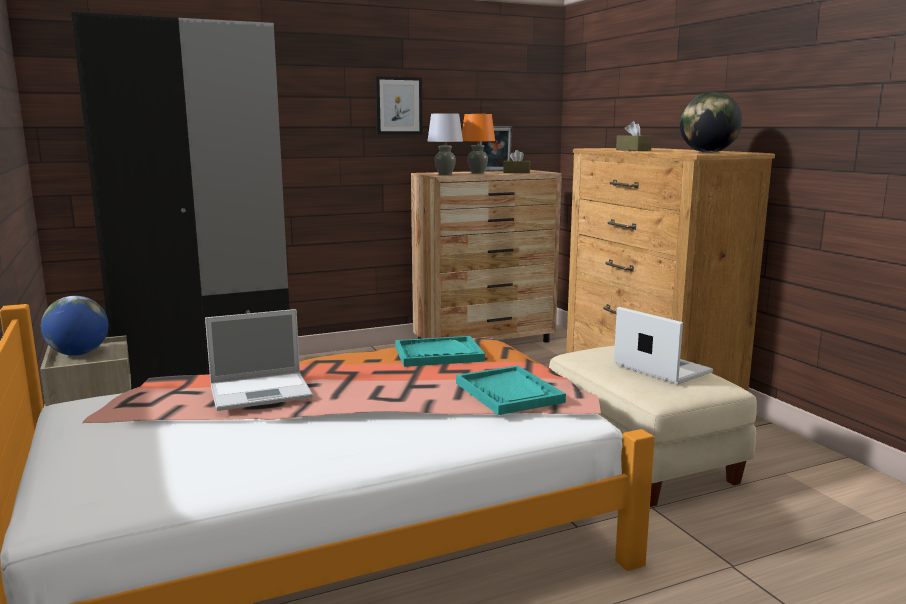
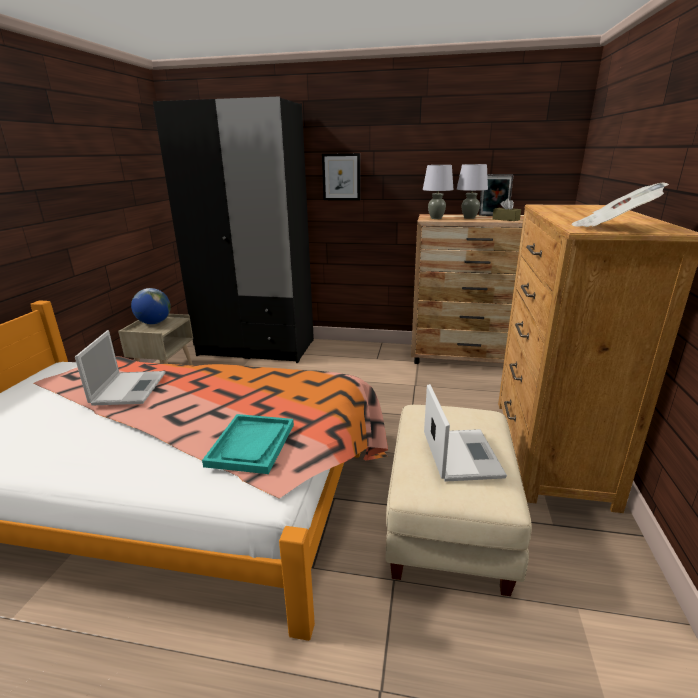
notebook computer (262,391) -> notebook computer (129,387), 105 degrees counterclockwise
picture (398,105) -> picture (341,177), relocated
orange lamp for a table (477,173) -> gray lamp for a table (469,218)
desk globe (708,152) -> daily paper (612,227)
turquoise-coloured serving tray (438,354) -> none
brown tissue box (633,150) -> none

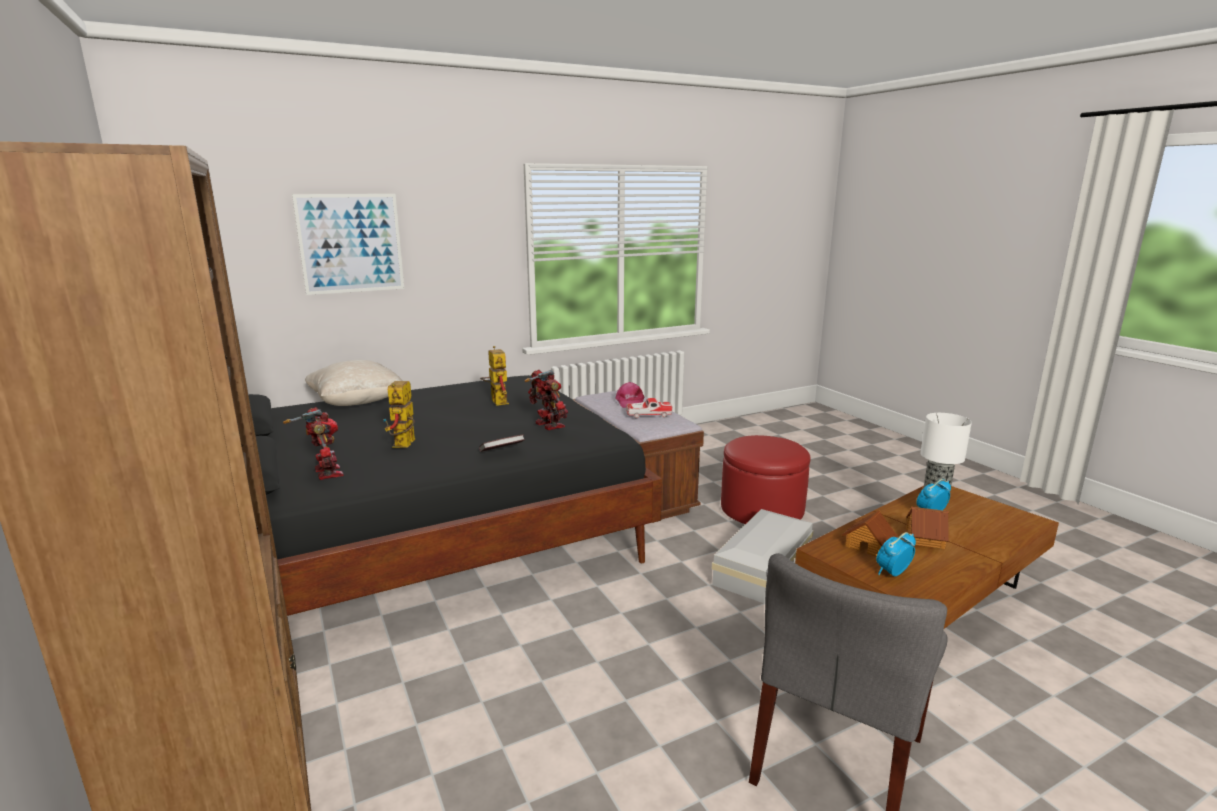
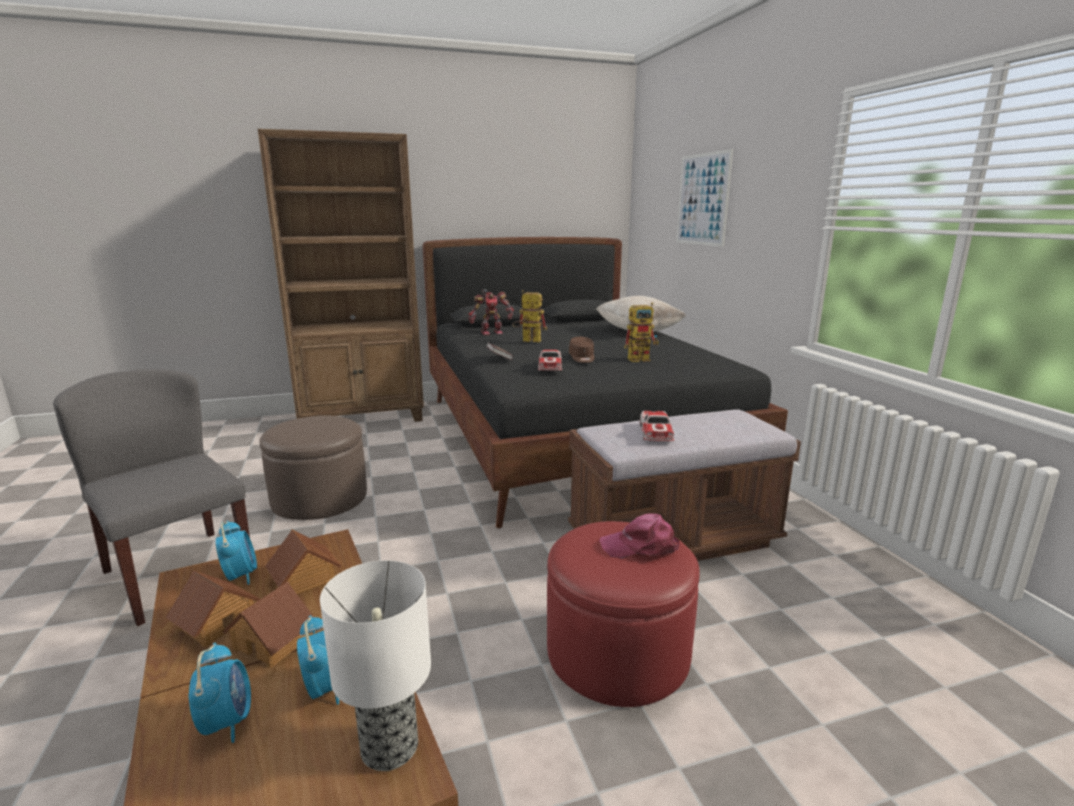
none -> toy house (217,622)
none -> table clock (227,722)
none -> brown pouffe (320,498)
toy robot (547,425) -> miniature car (550,366)
none -> brown peaked cap (582,358)
pink-coloured peaked cap (630,402) -> pink-coloured peaked cap (640,546), relocated
whitish storage box (765,567) -> none

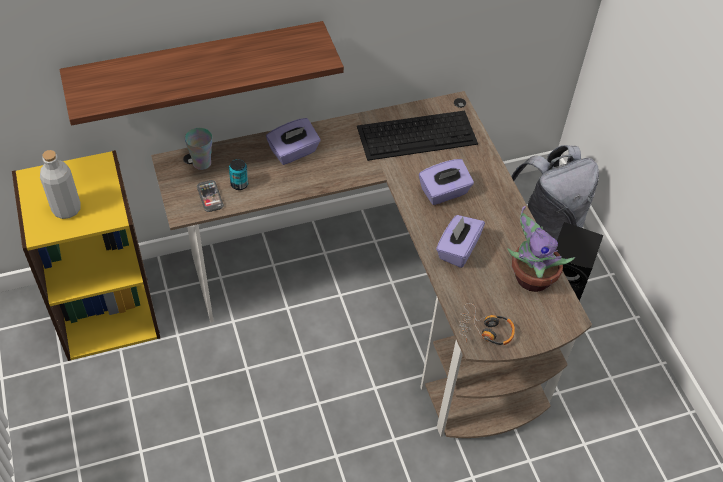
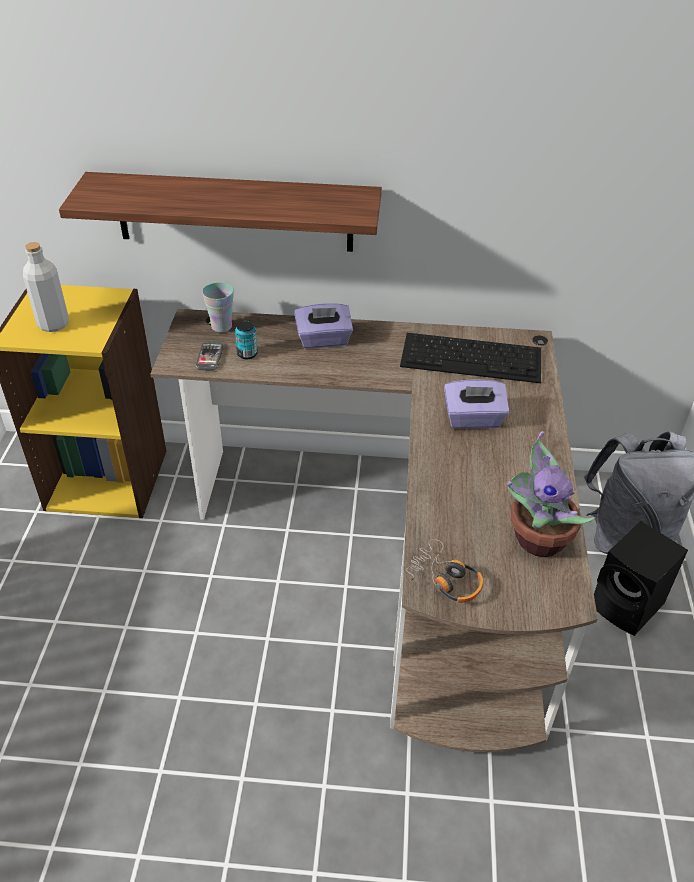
purple tissue box (457,249) -> none

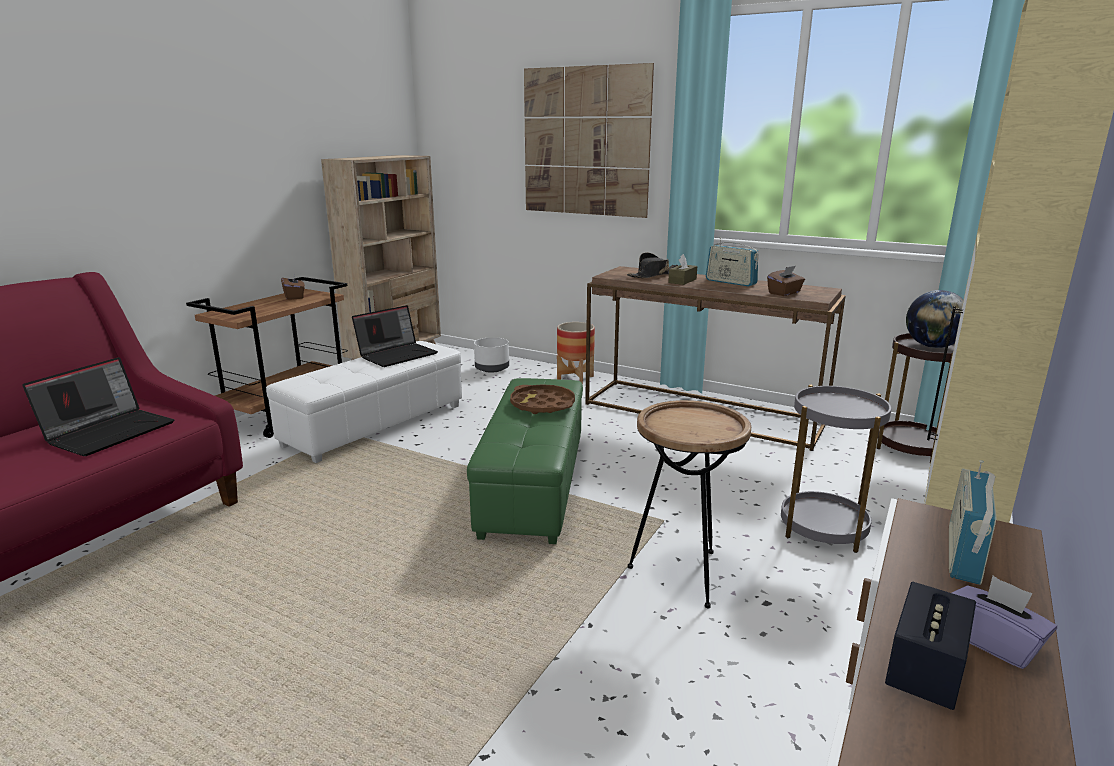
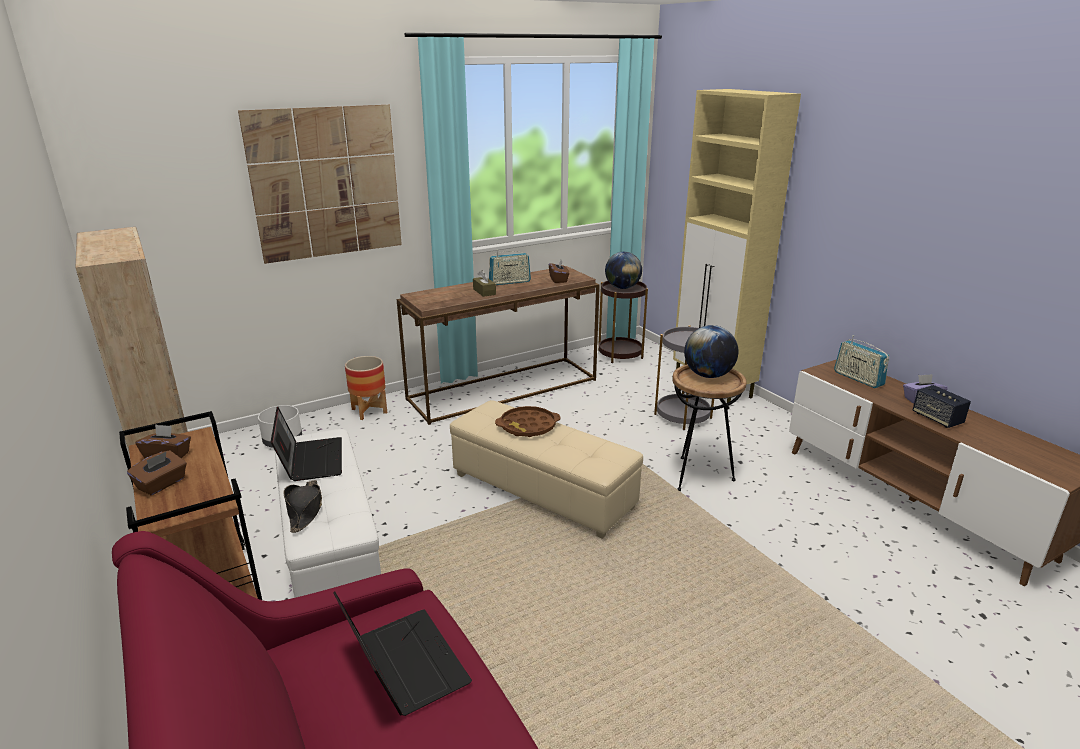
none -> brown tissue box (162,484)
black-coloured wearable hat (652,275) -> black-coloured wearable hat (305,510), relocated
greenish pouffe (534,485) -> beige pouffe (543,491)
none -> desk globe (708,375)

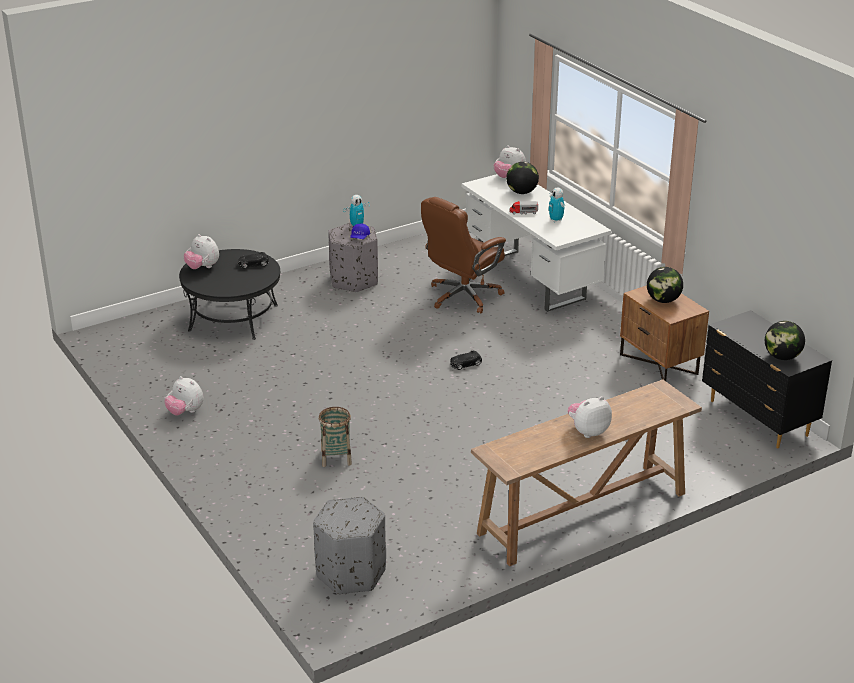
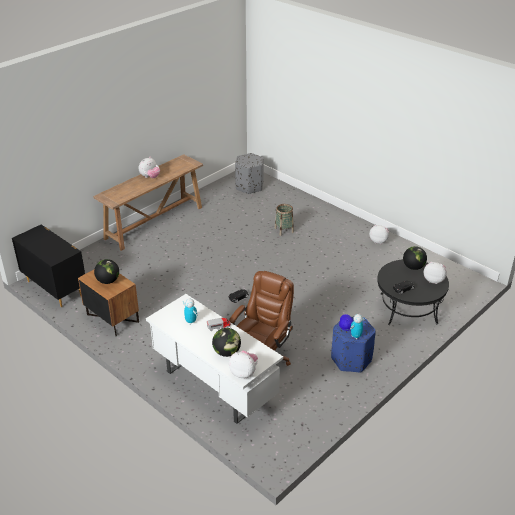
gray pouffe (354,280) -> blue-coloured pouffe (351,359)
desk globe (782,357) -> desk globe (413,267), relocated

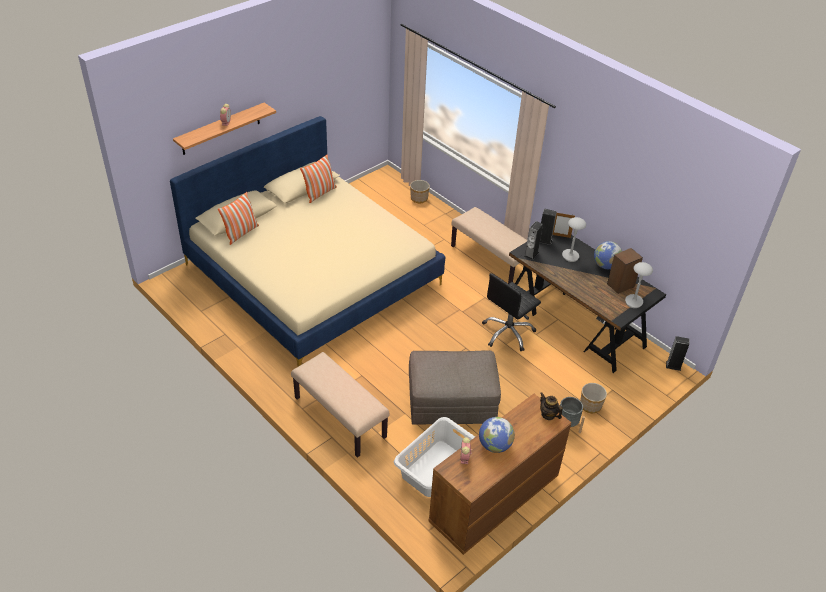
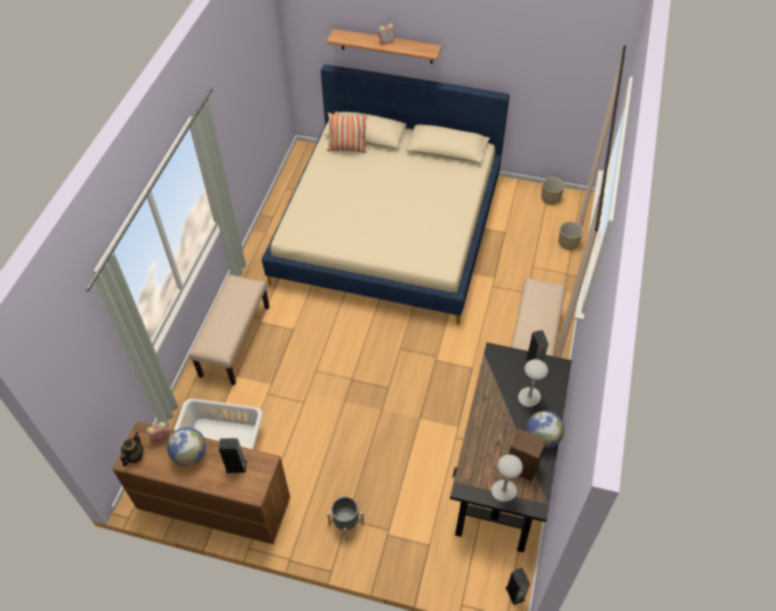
teapot (548,415) -> teapot (134,456), relocated
audio speaker (531,254) -> audio speaker (236,466), relocated
plant pot (590,405) -> plant pot (550,198), relocated
pillow (320,193) -> none
gray pouffe (452,402) -> none
black-coloured desk chair (508,333) -> none
picture frame (560,236) -> none

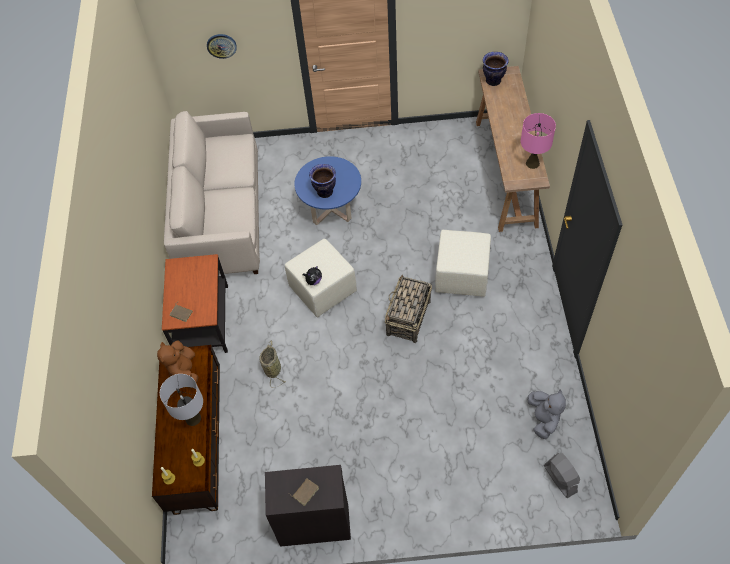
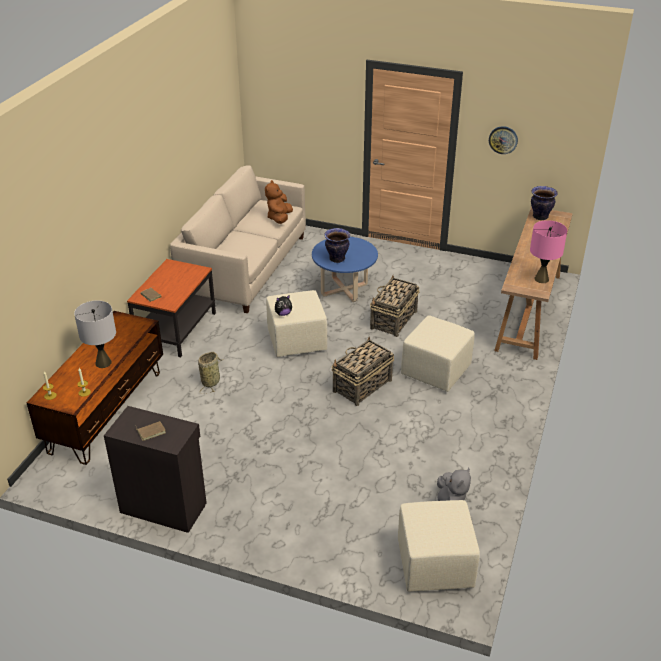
brown plush toy (184,371) -> brown plush toy (279,218), relocated
none -> household basket (393,320)
gray electric fan (560,478) -> beige pouffe (434,564)
wall clock (221,45) -> wall clock (503,140), relocated

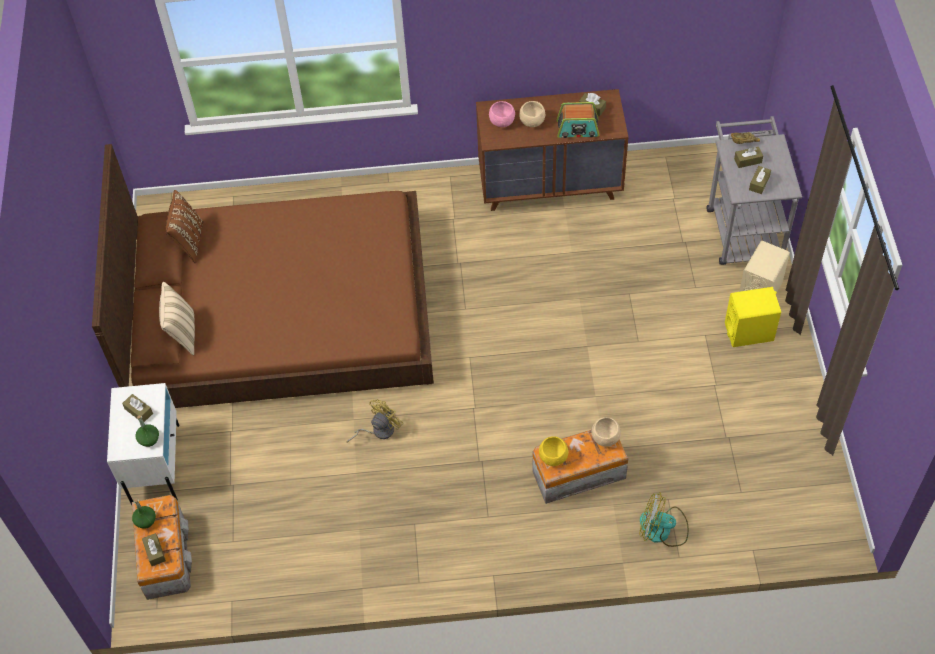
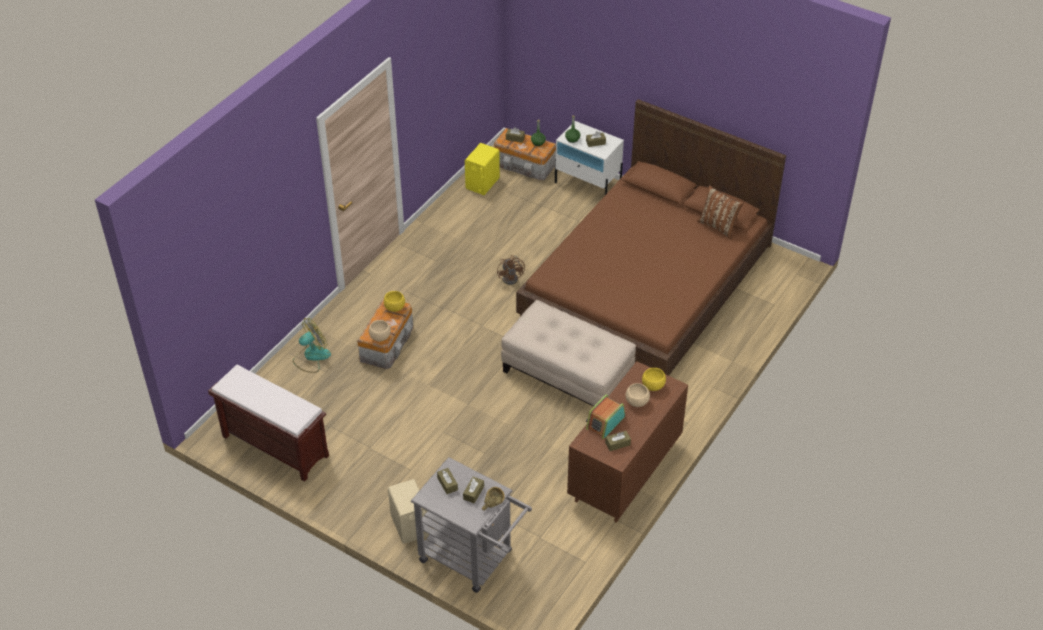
none -> brown indoor bench (274,446)
yellow-coloured audio speaker (749,332) -> yellow-coloured audio speaker (482,183), relocated
yellow-coloured electric fan (378,431) -> brown electric fan (512,277)
none -> beige pouffe (568,374)
pink-coloured serving bowl (502,122) -> yellow-coloured serving bowl (653,386)
beige pillow (182,333) -> none

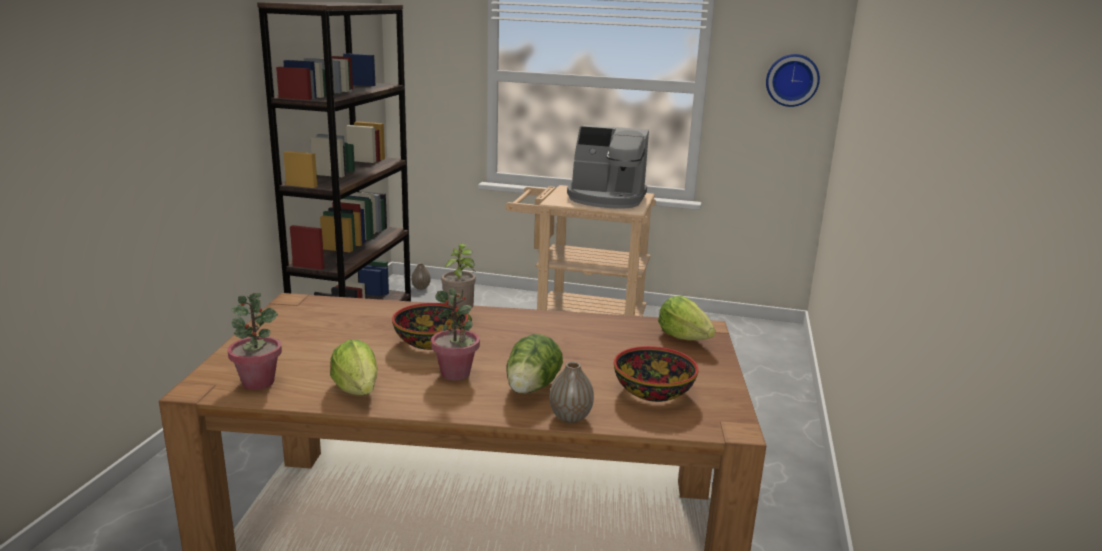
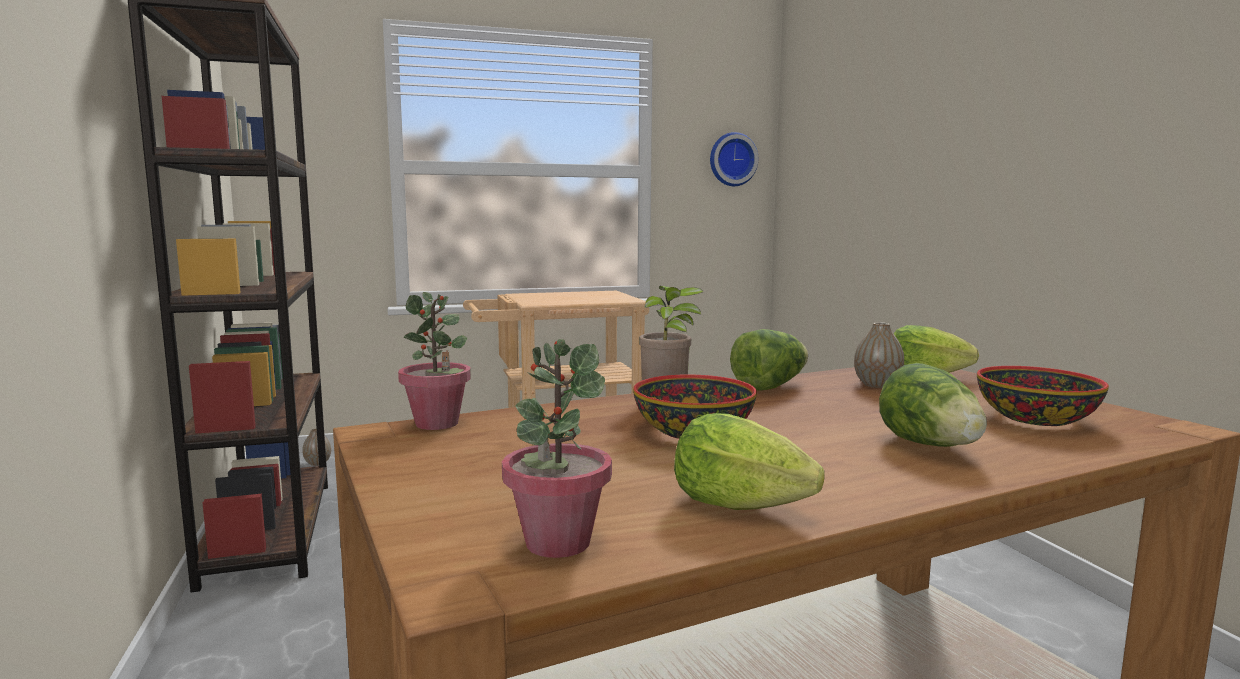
potted plant (456,373) -> potted plant (437,423), relocated
none -> head of lettuce (769,386)
vase (570,417) -> vase (877,385), relocated
coffee brewer (606,198) -> none

